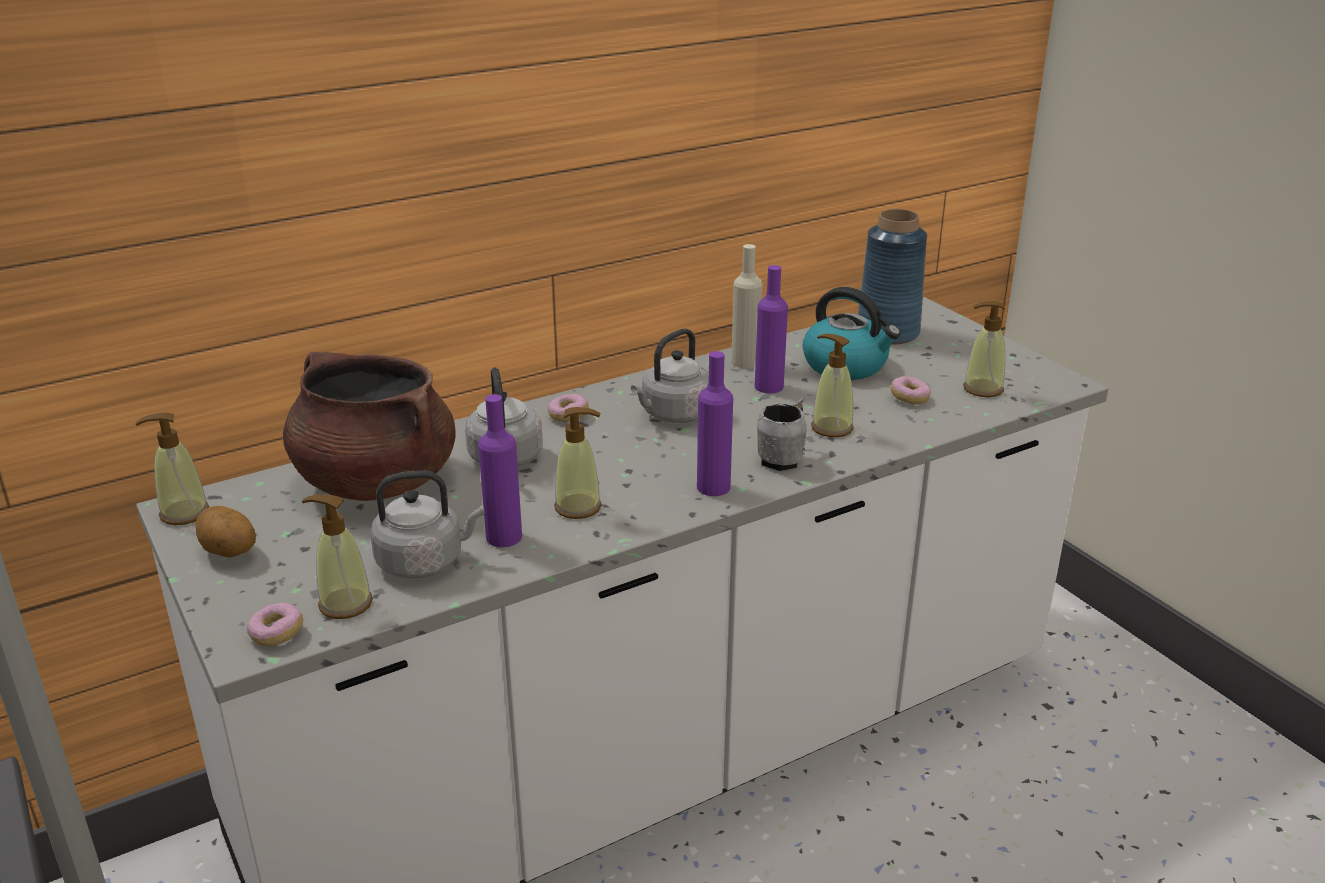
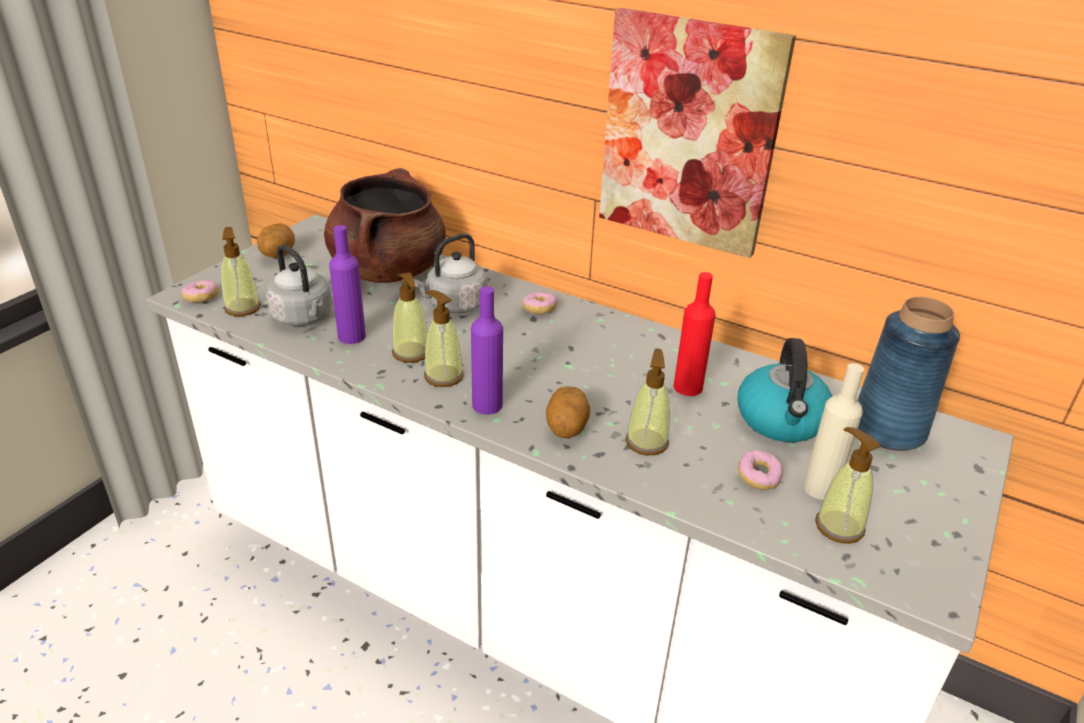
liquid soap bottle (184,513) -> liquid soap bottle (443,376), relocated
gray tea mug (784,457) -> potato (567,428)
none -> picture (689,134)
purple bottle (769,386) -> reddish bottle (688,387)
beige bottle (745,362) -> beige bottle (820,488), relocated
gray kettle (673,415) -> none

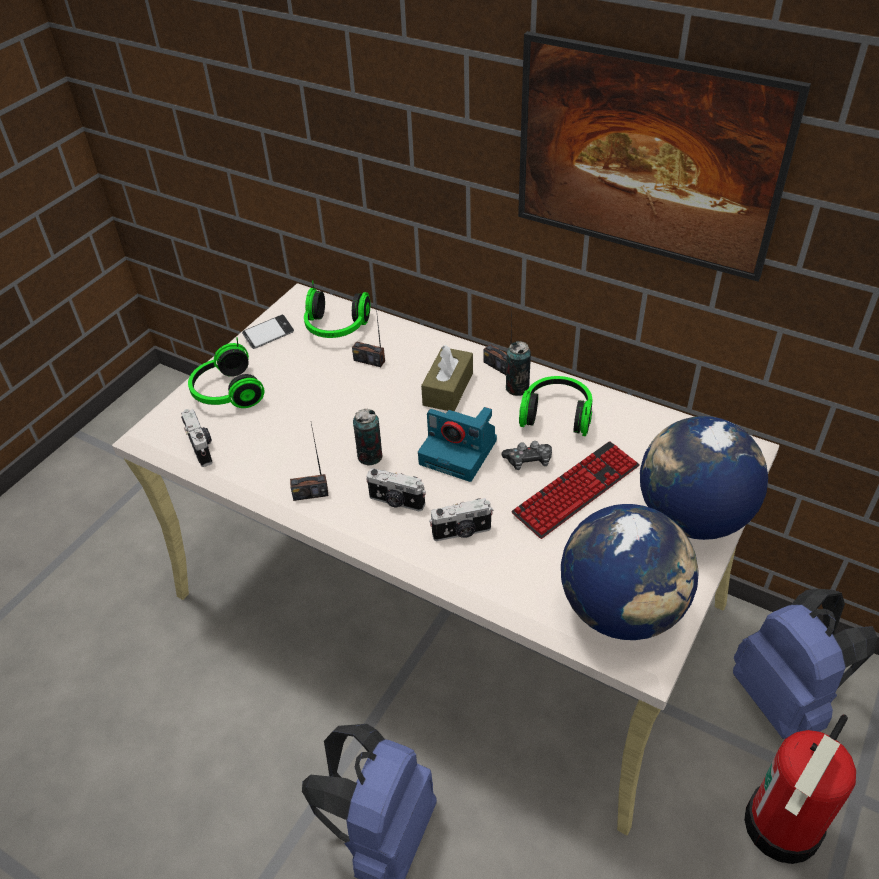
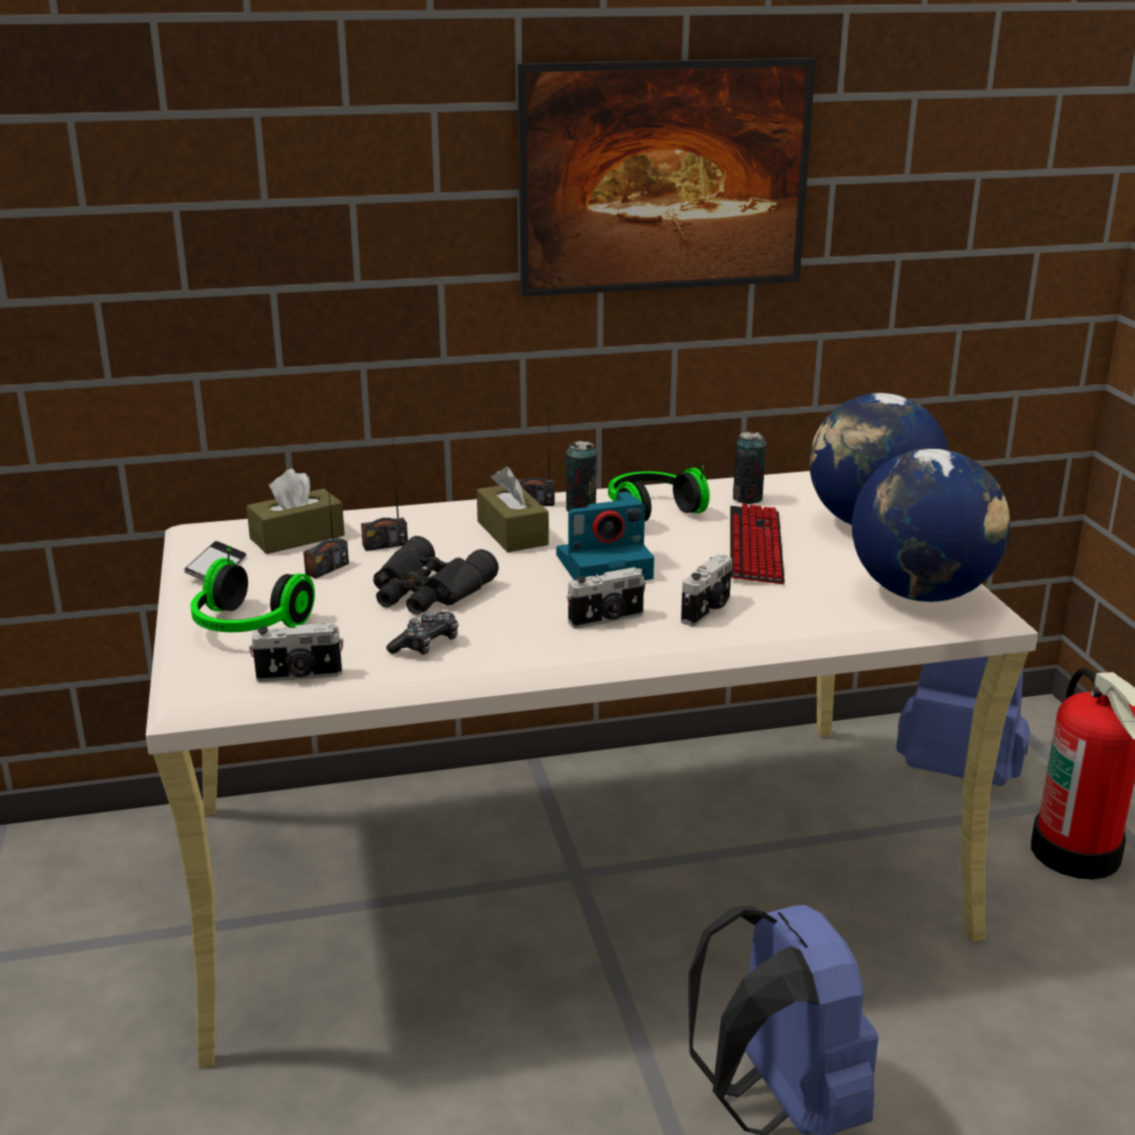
headset (336,328) -> brown tissue box (297,537)
photo camera (202,447) -> photo camera (299,676), 150 degrees clockwise
radio receiver (310,493) -> radio receiver (327,569), relocated
none -> black-coloured field glasses (427,592)
joypad (528,461) -> joypad (426,645), relocated
metal can (370,456) -> metal can (747,499), relocated

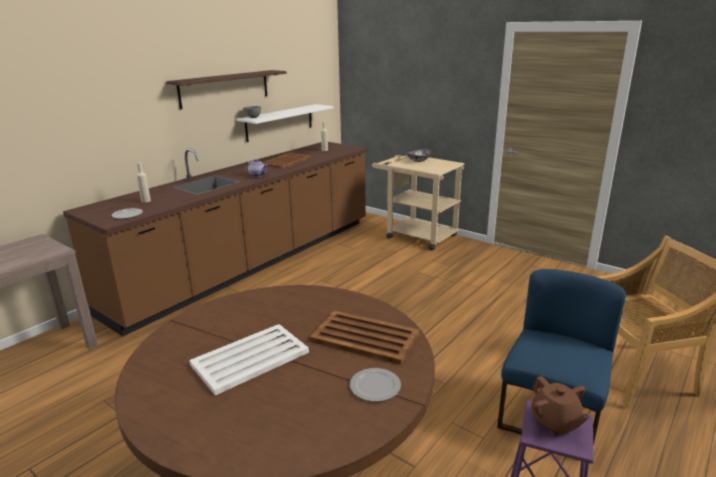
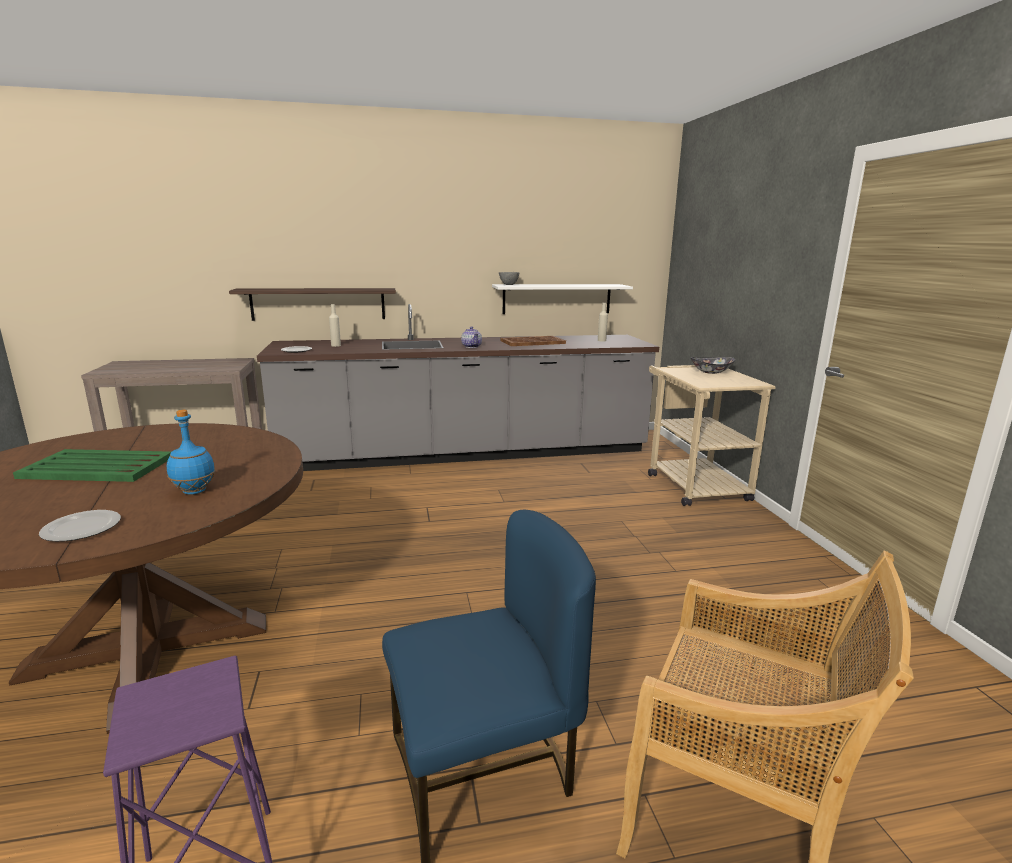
whitish serving tray (251,358) -> greenish serving tray (99,467)
brown serving tray (365,338) -> blue-coloured bottle (194,491)
shelf (225,88) -> shelf (318,304), relocated
brown kitchen counter (253,263) -> gray kitchen counter (466,453)
brown teapot (555,422) -> none

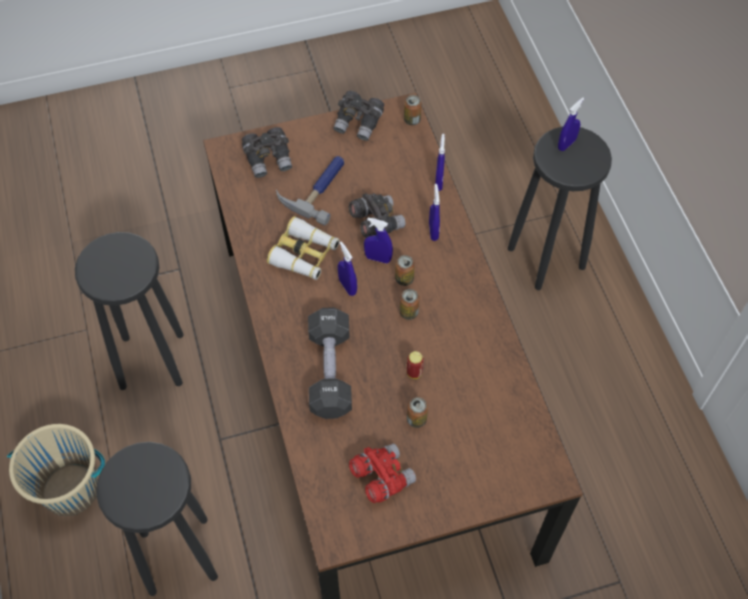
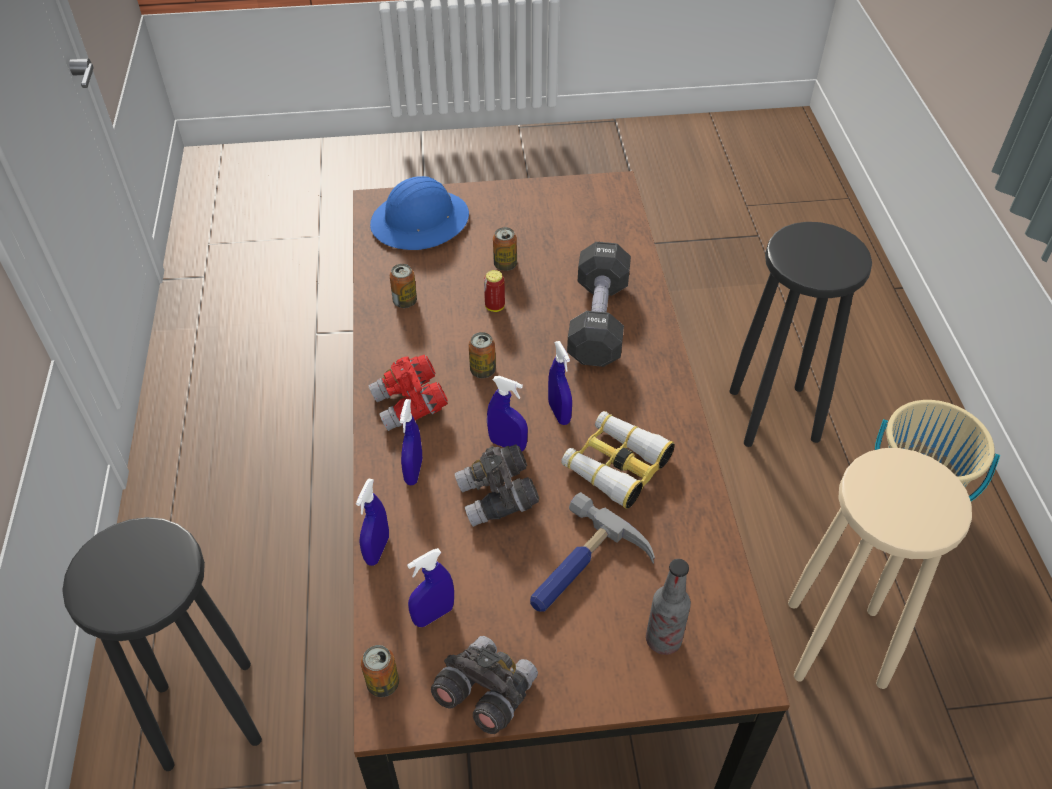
reddish field glasses (381,477) -> reddish field glasses (410,405), relocated
none -> blue-coloured hard hat (420,222)
metal can (404,279) -> metal can (405,301), relocated
blue-coloured hand sprayer (566,144) -> blue-coloured hand sprayer (433,615), relocated
gray field glasses (269,159) -> bottle (663,640)
black-coloured stool (152,359) -> beige stool (836,644)

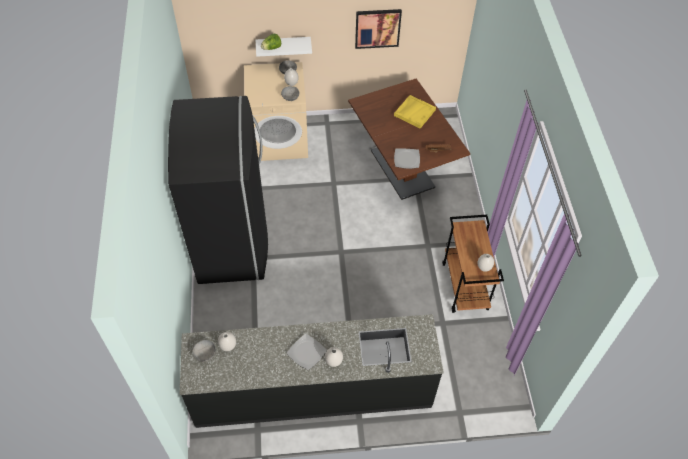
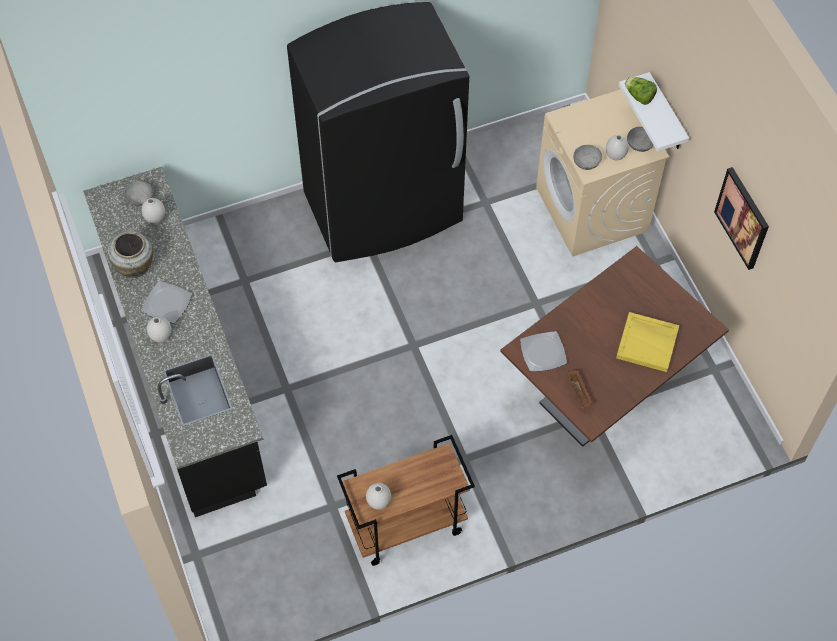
none -> beige vase (135,267)

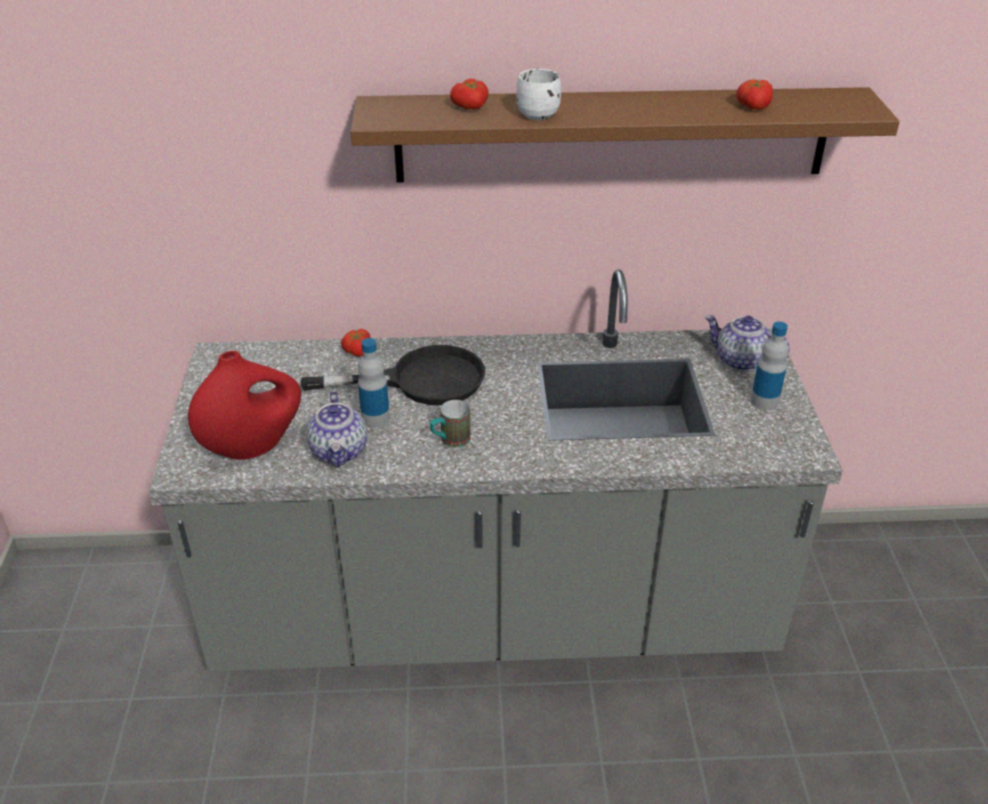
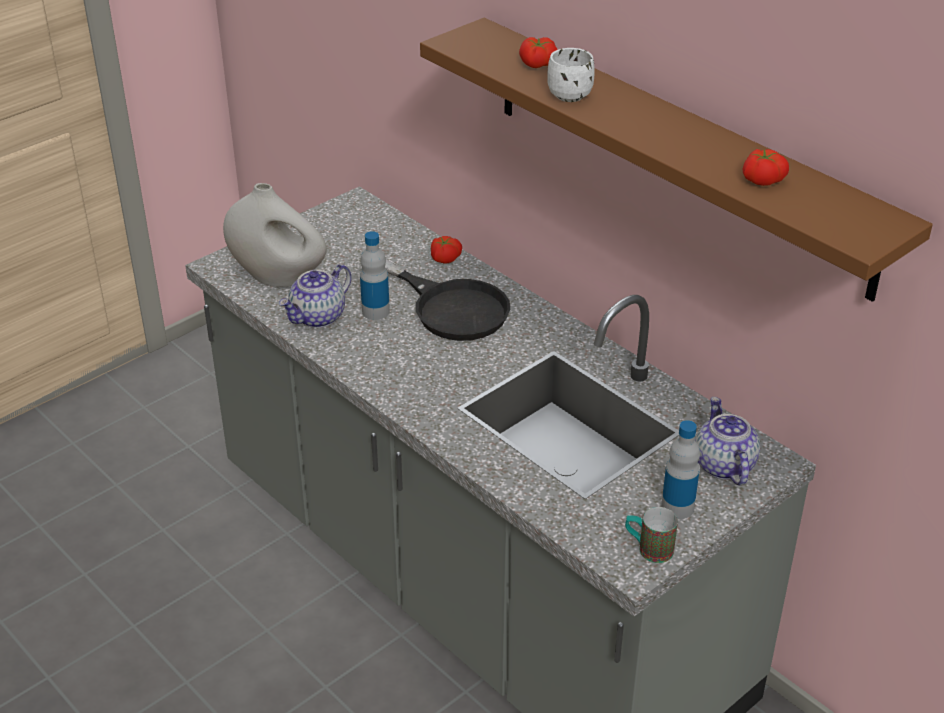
reddish vase (253,446) -> whitish vase (278,277)
tea mug (450,441) -> tea mug (648,549), relocated

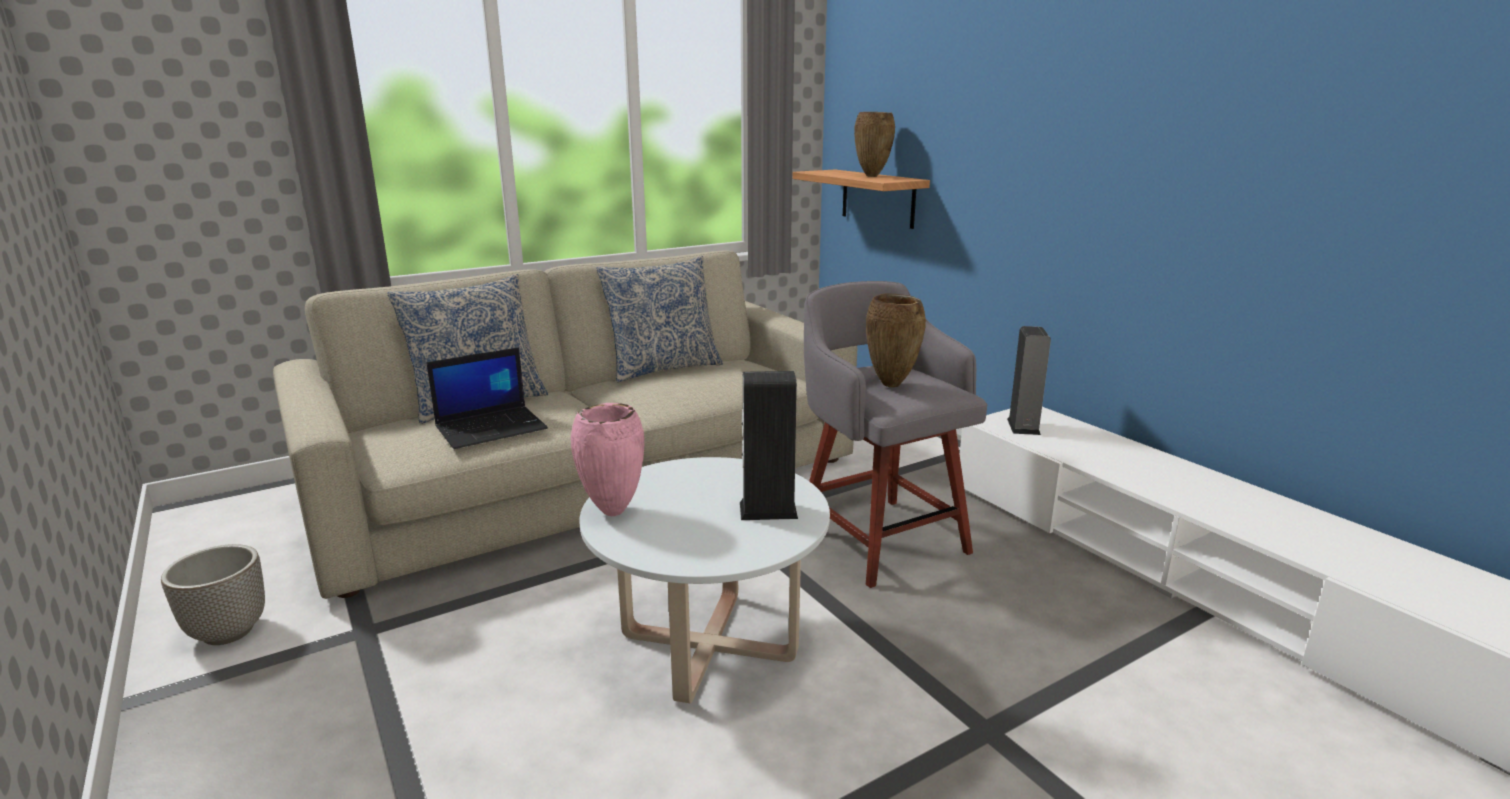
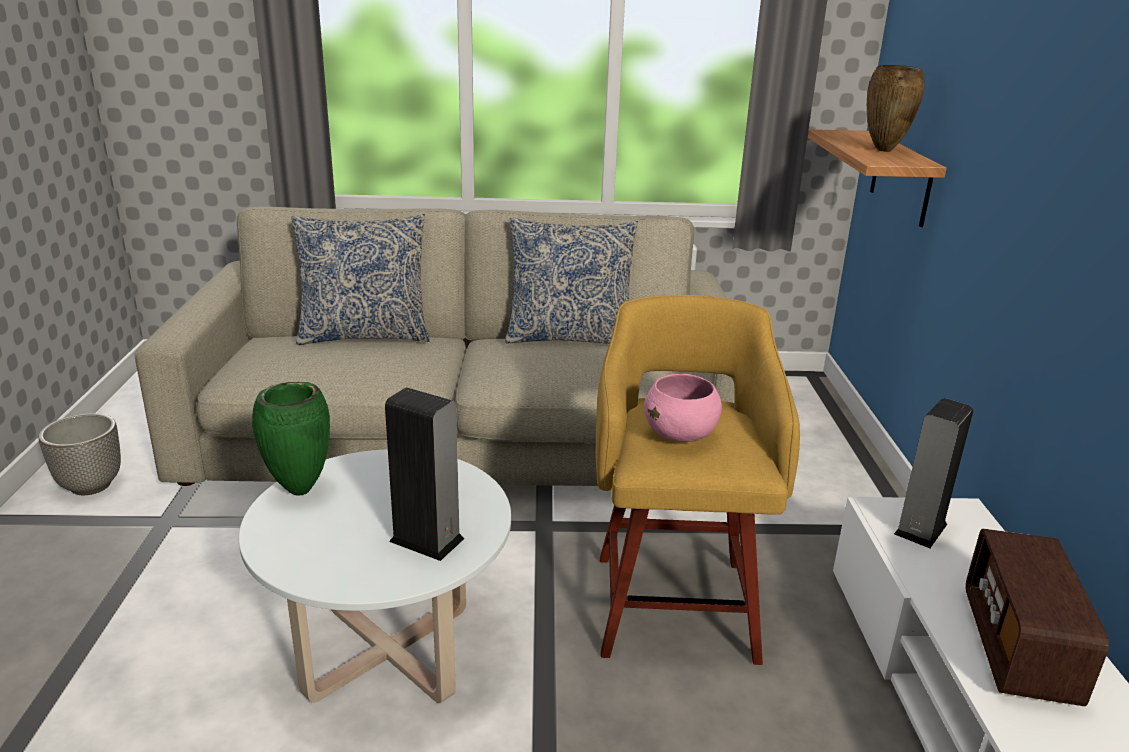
pink-coloured vase (611,512) -> greenish vase (299,490)
gray stool (879,537) -> yellow-coloured stool (675,602)
brown vase (892,385) -> pink-coloured serving bowl (681,435)
none -> radio receiver (1018,648)
notebook computer (492,428) -> none

